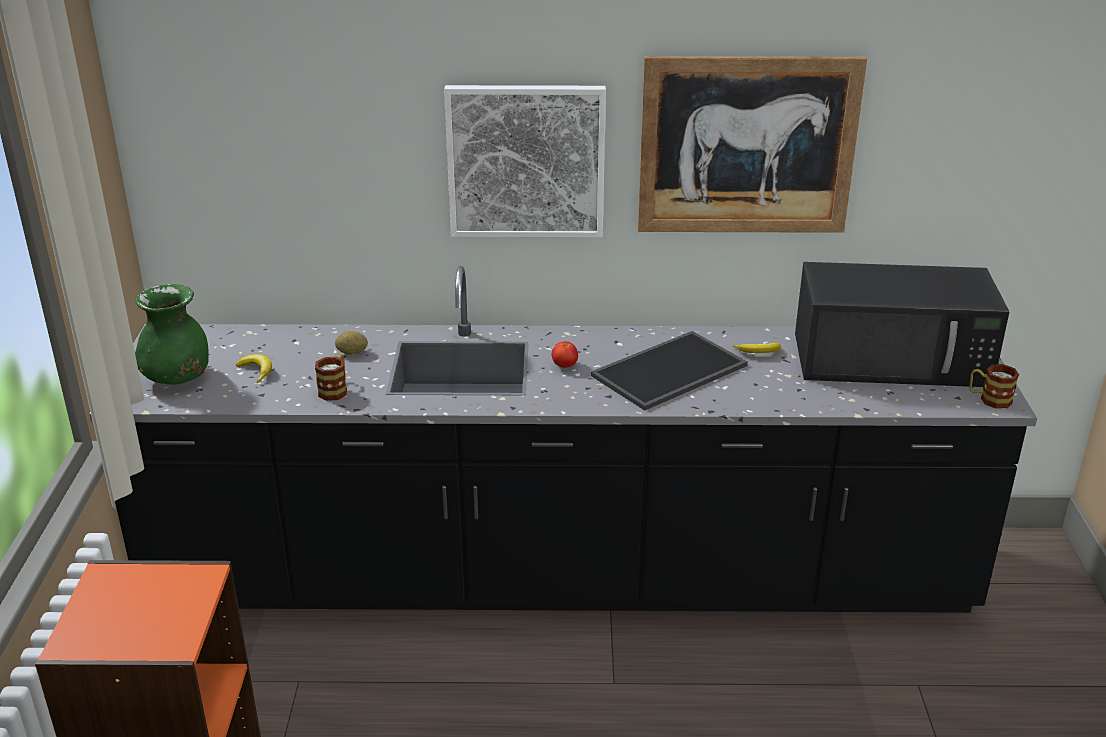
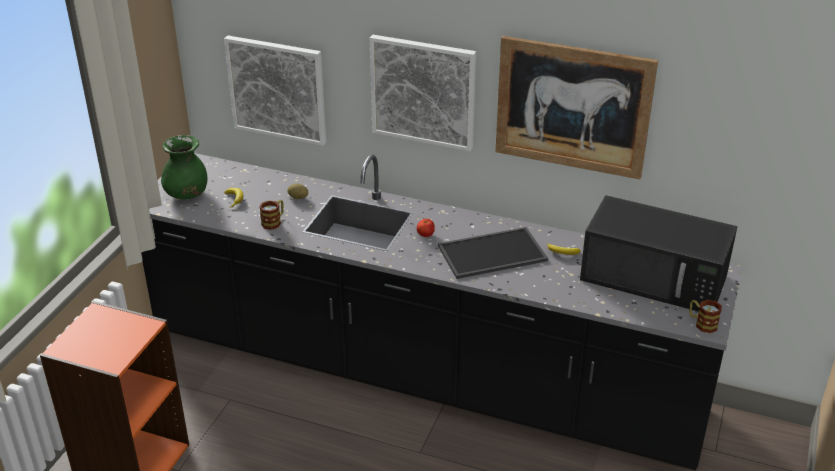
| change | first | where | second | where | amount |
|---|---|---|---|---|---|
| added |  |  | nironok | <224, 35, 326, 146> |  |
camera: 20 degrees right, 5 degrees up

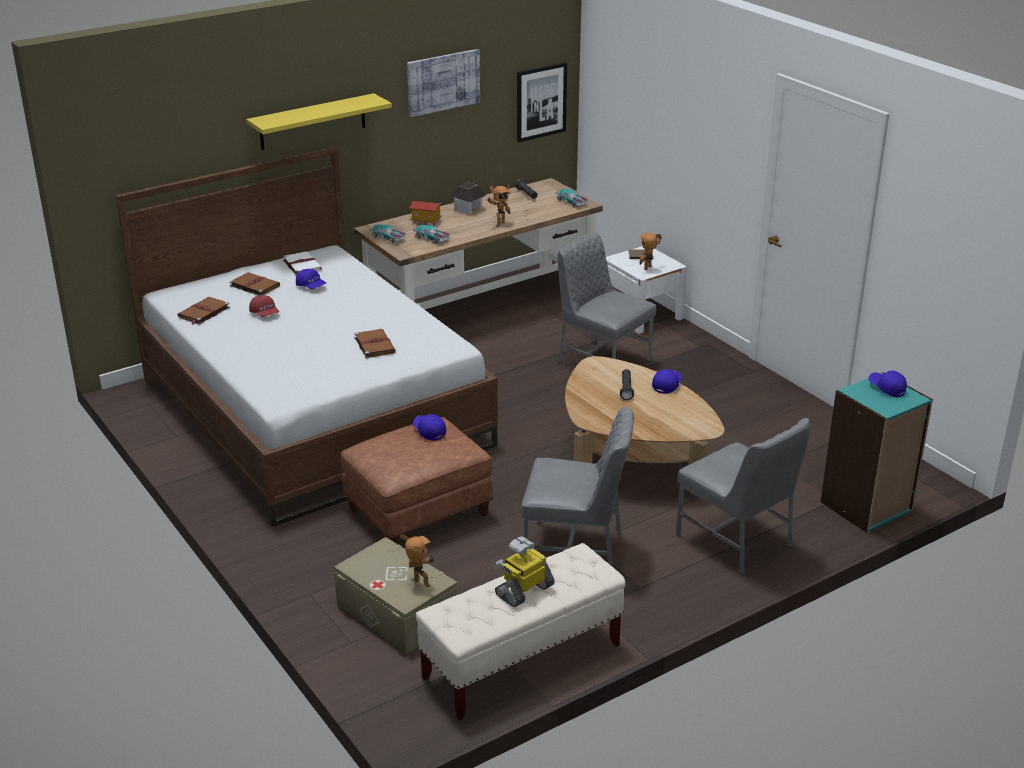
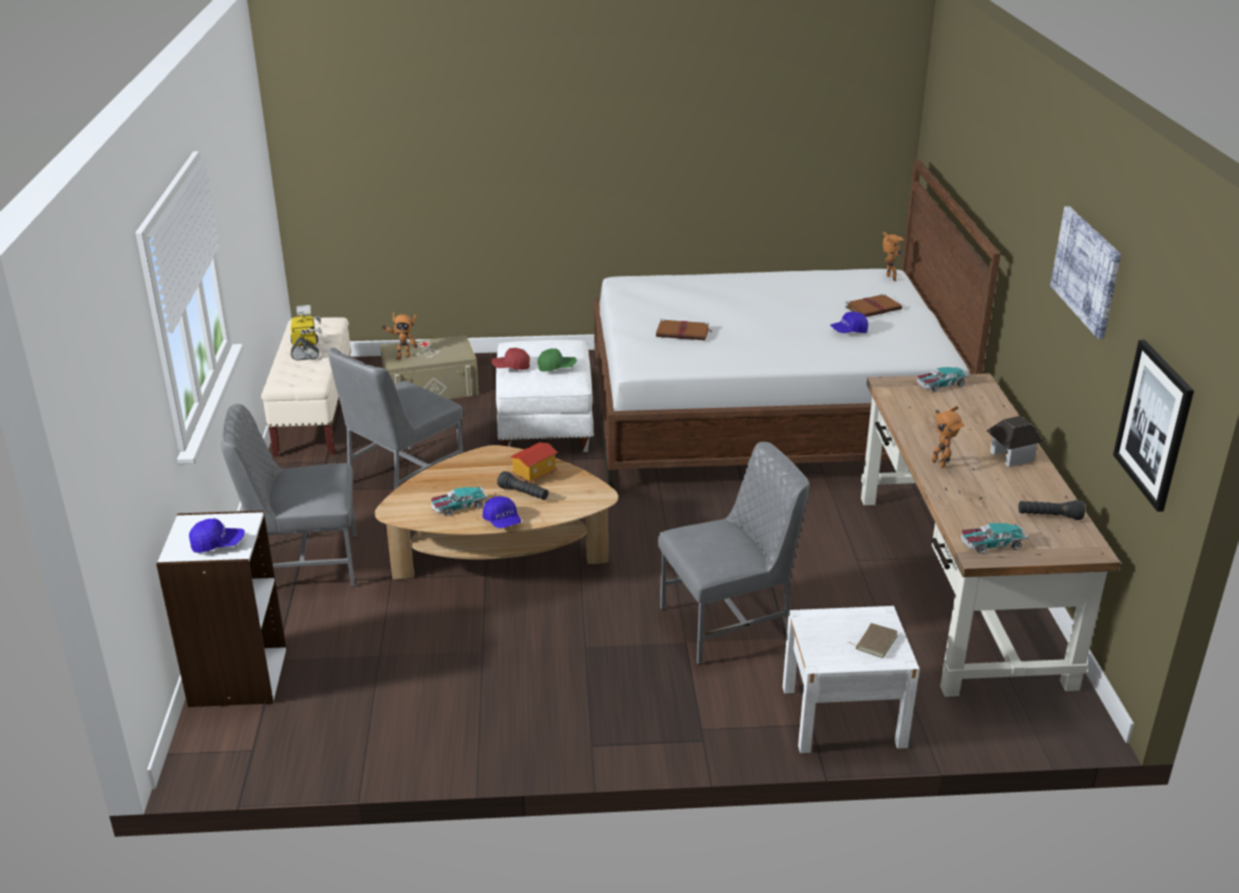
| change | first | where | second | where | amount |
|---|---|---|---|---|---|
| removed | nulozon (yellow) | <246, 93, 392, 150> |  |  |  |
| moved | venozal | <409, 201, 441, 226> |  | <510, 442, 558, 484> |  |
| moved | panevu | <413, 225, 450, 244> |  | <431, 486, 487, 516> |  |
| moved | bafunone | <639, 233, 662, 270> |  | <882, 232, 904, 281> |  |
| removed | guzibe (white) | <283, 251, 322, 276> |  |  |  |
| moved | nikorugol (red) | <249, 295, 279, 317> |  | <491, 348, 530, 370> |  |
| removed | guzibe (brown) | <177, 297, 230, 325> |  |  |  |
| recoloured | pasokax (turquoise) | <821, 372, 933, 533> | pasokax (white) | <156, 510, 287, 707> |  |
| recoloured | nikorugol (blue) | <413, 414, 446, 441> | nikorugol (green) | <538, 349, 577, 372> |  |
| recoloured | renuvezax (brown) | <341, 417, 493, 544> | renuvezax (white) | <496, 340, 594, 452> |  |
camera: 120 degrees right, 0 degrees up

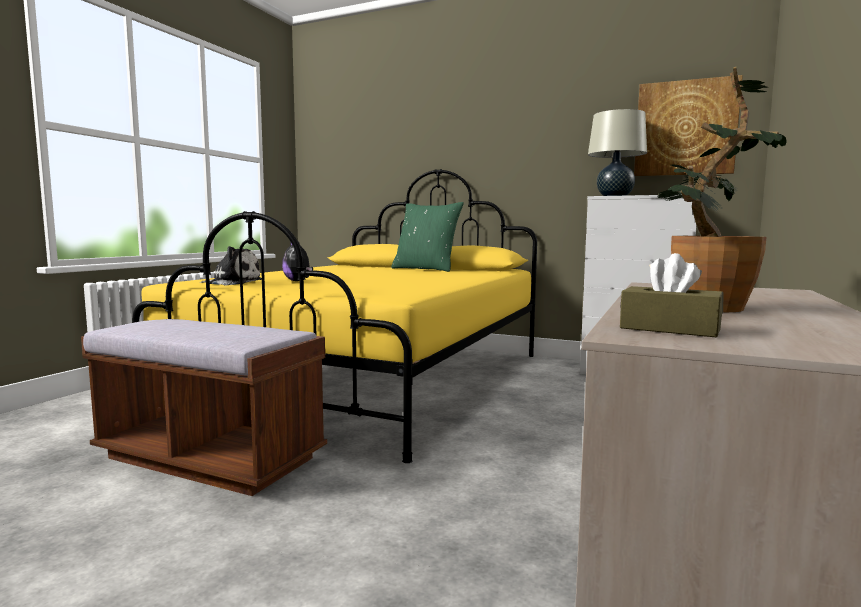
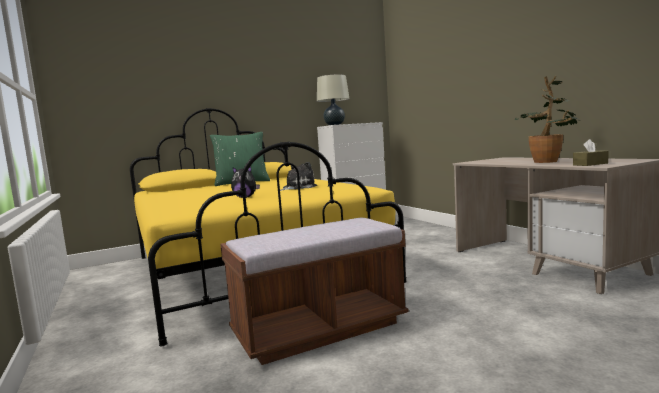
| change | first | where | second | where | amount |
|---|---|---|---|---|---|
| removed | nironok | <634, 75, 743, 176> |  |  |  |
| moved | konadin | <200, 246, 262, 285> |  | <280, 162, 317, 191> |  |
camera: 50 degrees left, 0 degrees up

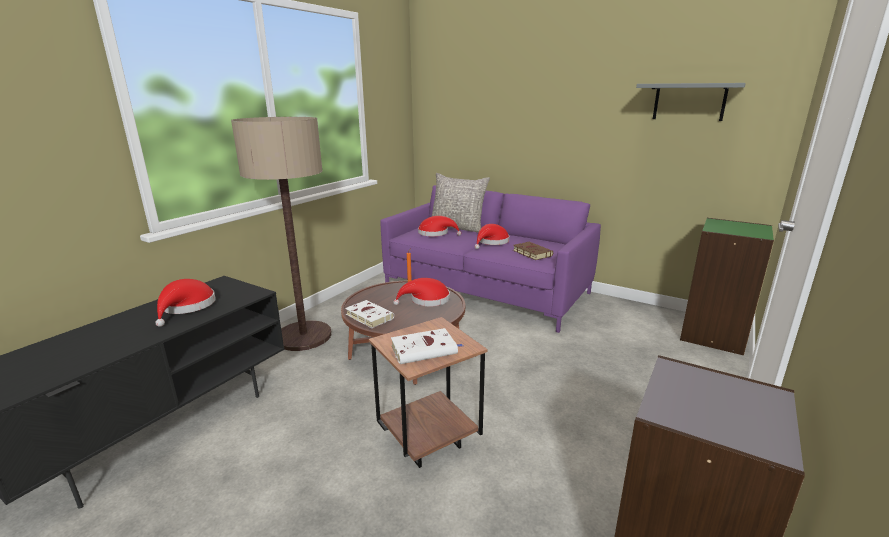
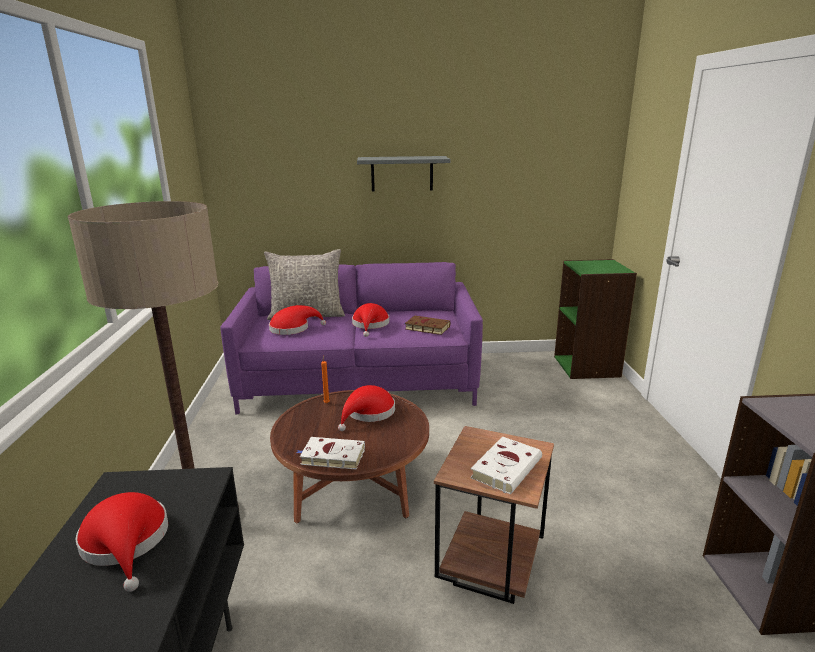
| change | first | where | second | where | amount |
|---|---|---|---|---|---|
| moved | nulozon (grey) | <636, 83, 746, 121> |  | <357, 156, 450, 192> |  |
camera: 35 degrees left, 0 degrees up

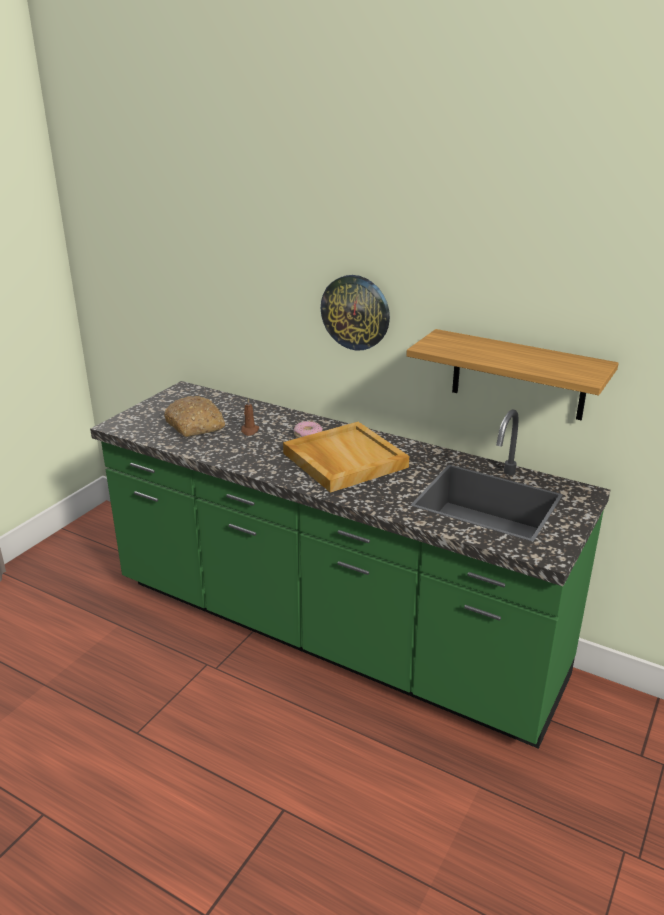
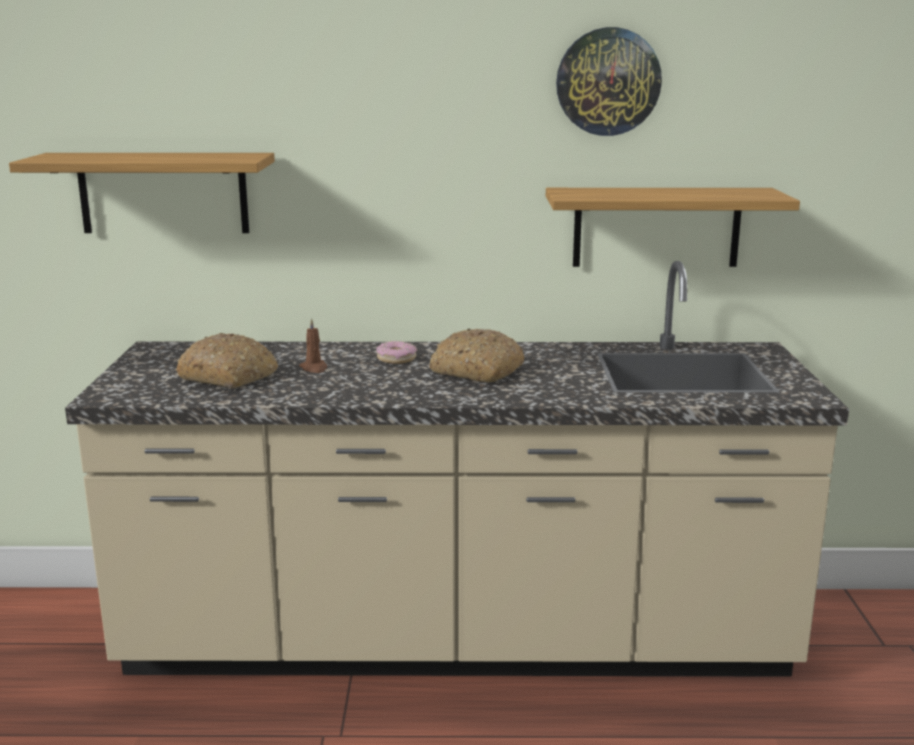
| change | first | where | second | where | amount |
|---|---|---|---|---|---|
| moved | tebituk | <321, 275, 390, 350> |  | <556, 27, 662, 136> |  |
| recoloured | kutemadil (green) | <90, 381, 610, 749> | kutemadil (beige) | <65, 261, 849, 677> |  |
| replaced | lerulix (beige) | <283, 422, 409, 493> | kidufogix | <429, 329, 525, 383> |  |
| added |  |  | nulozon | <9, 153, 275, 233> |  |
camera: 30 degrees left, 10 degrees down

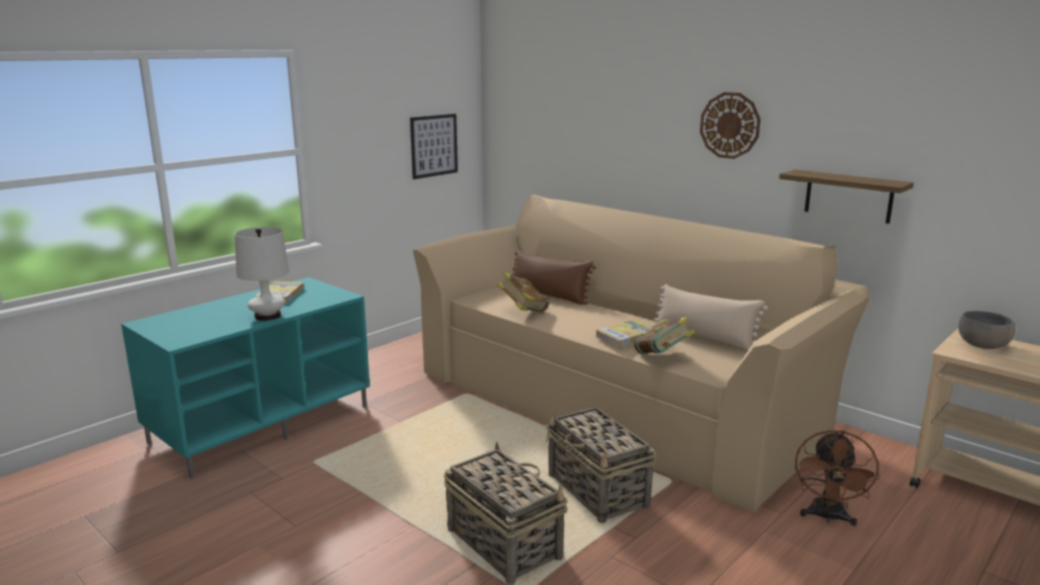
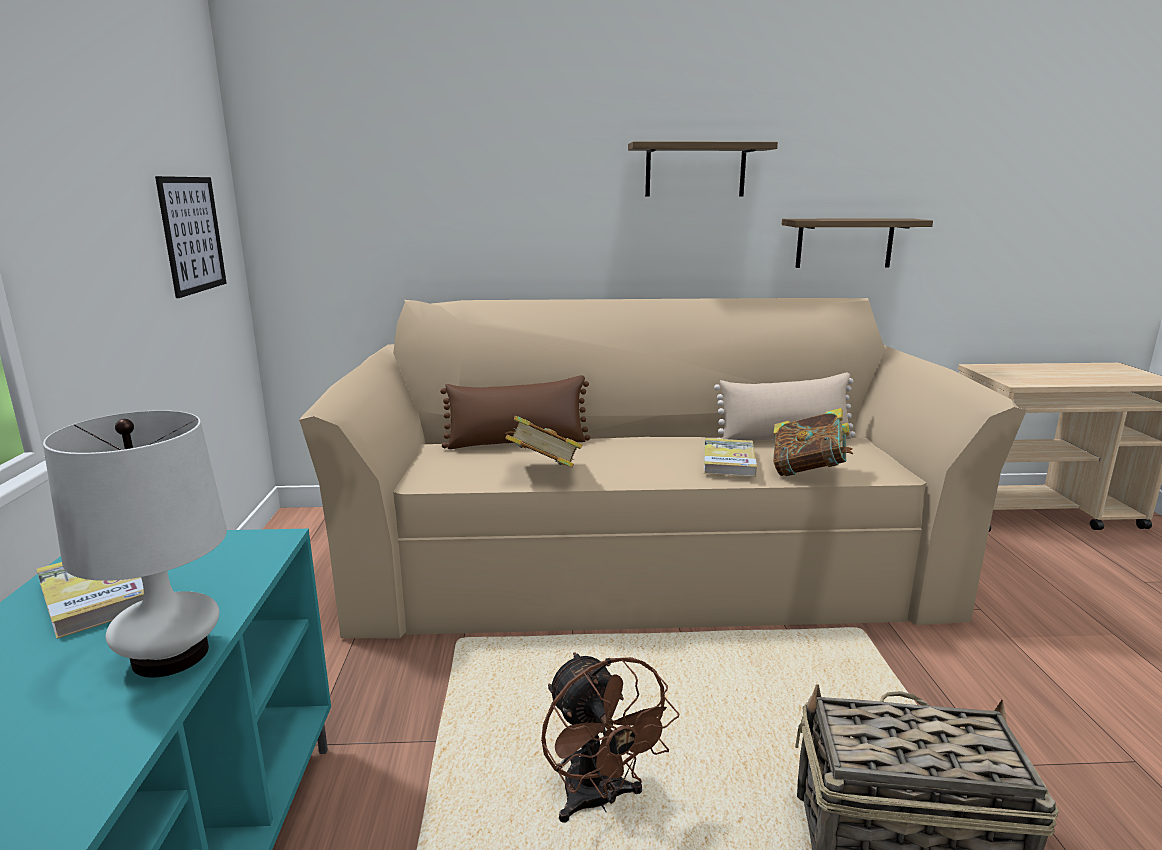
| change | first | where | second | where | amount |
|---|---|---|---|---|---|
| replaced | tebituk | <700, 92, 761, 159> | nulozon | <628, 141, 778, 196> |  |
| removed | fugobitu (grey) | <958, 311, 1016, 349> |  |  |  |
| removed | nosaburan | <546, 407, 656, 523> |  |  |  |
| moved | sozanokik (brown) | <795, 430, 880, 526> |  | <541, 653, 679, 823> |  |
camera: 45 degrees left, 0 degrees up

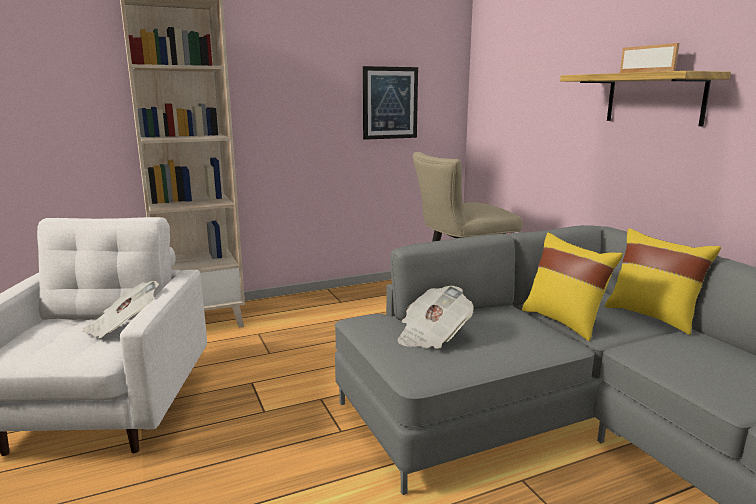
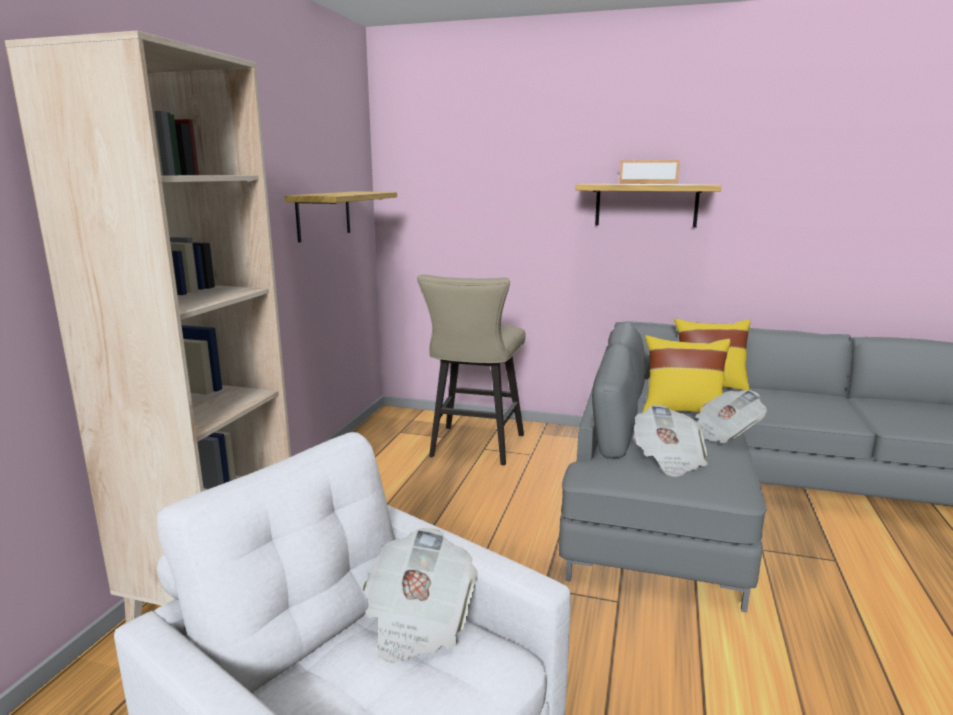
| change | first | where | second | where | amount |
|---|---|---|---|---|---|
| replaced | nironok | <363, 66, 418, 140> | nulozon | <285, 191, 397, 242> |  |
| added |  |  | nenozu | <695, 390, 767, 443> |  |
camera: 50 degrees left, 0 degrees up

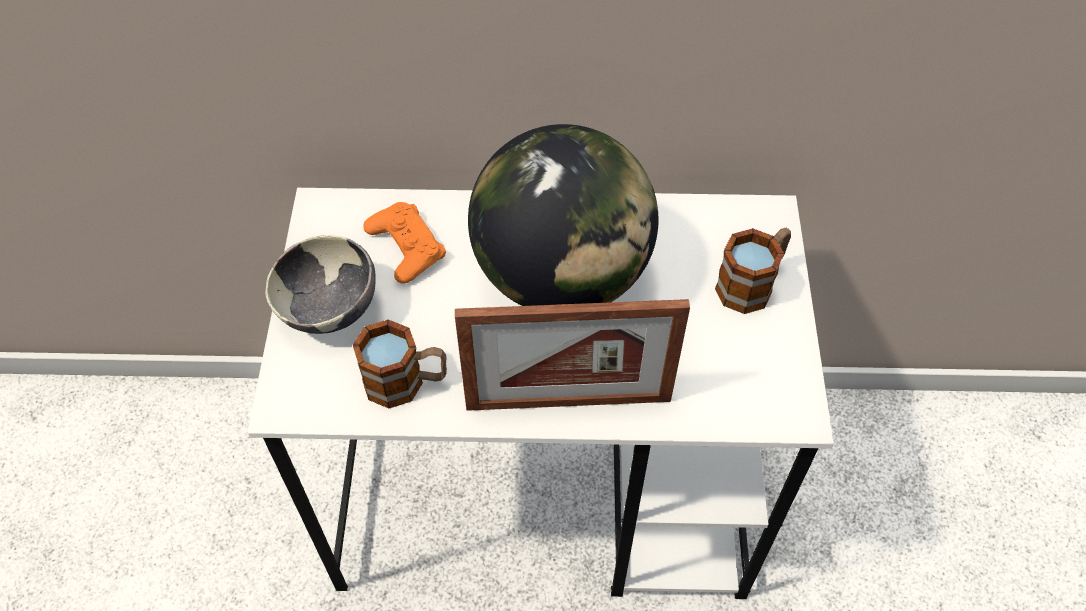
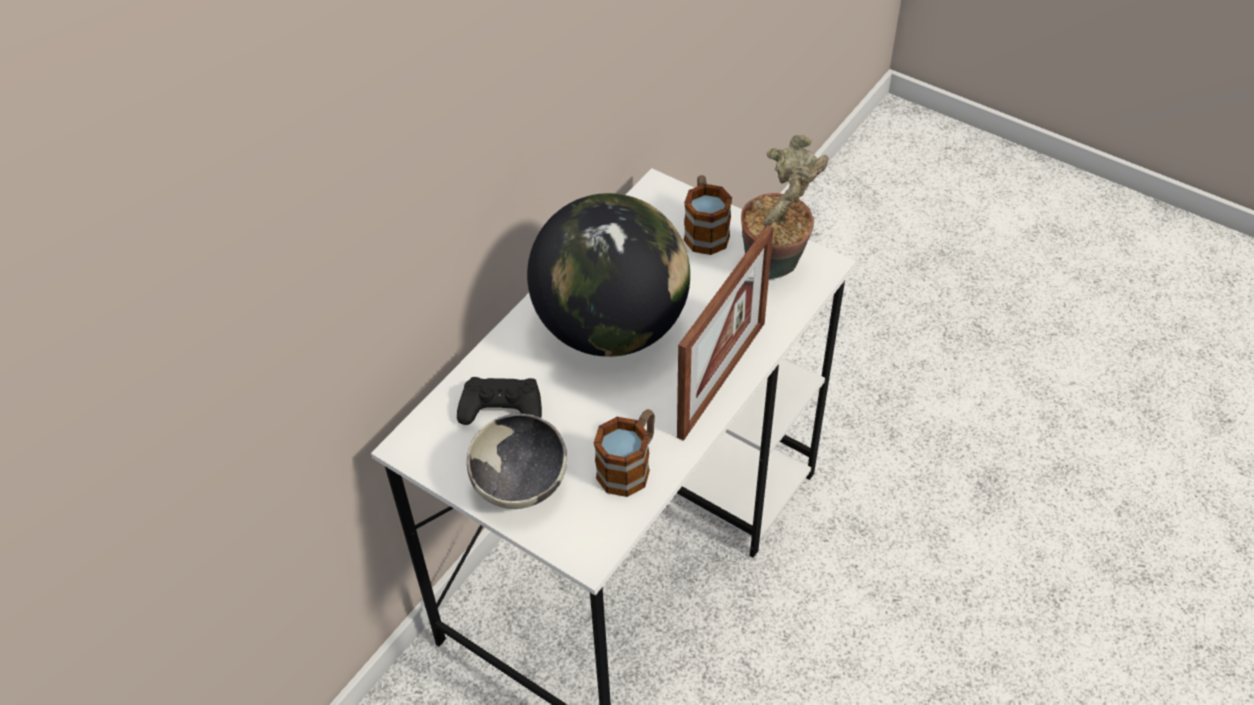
| change | first | where | second | where | amount |
|---|---|---|---|---|---|
| recoloured | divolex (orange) | <363, 202, 446, 284> | divolex (black) | <457, 377, 542, 425> |  |
| added |  |  | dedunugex | <741, 135, 828, 279> |  |
camera: 55 degrees left, 5 degrees down

